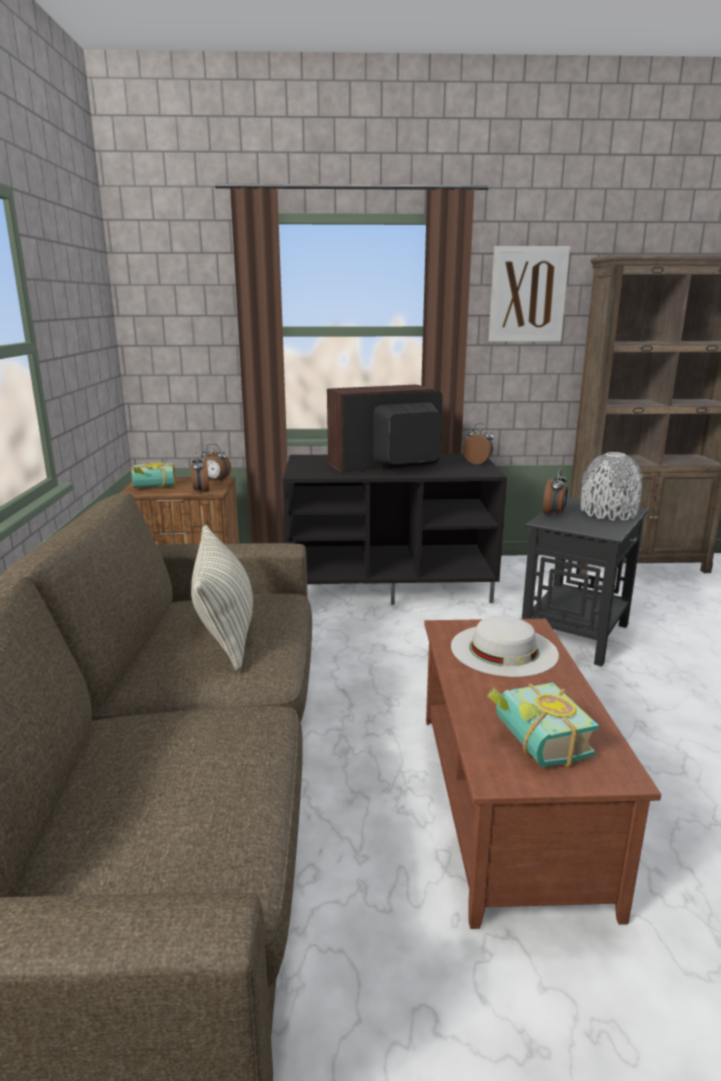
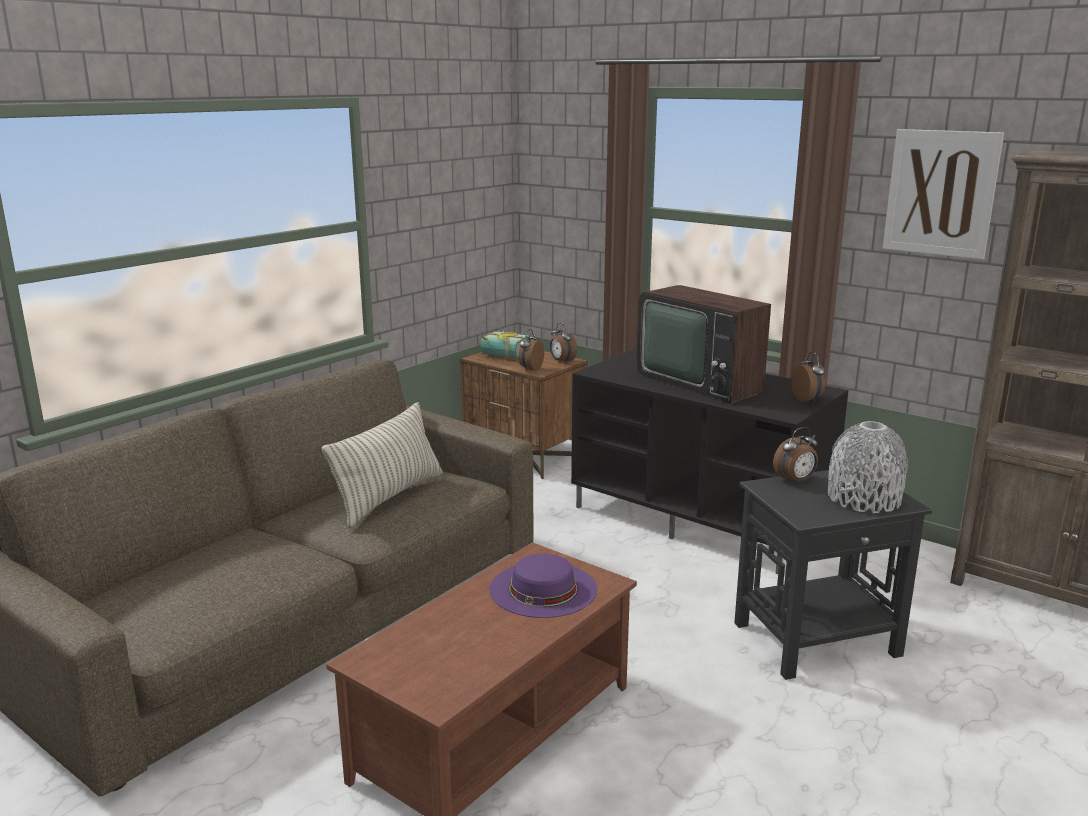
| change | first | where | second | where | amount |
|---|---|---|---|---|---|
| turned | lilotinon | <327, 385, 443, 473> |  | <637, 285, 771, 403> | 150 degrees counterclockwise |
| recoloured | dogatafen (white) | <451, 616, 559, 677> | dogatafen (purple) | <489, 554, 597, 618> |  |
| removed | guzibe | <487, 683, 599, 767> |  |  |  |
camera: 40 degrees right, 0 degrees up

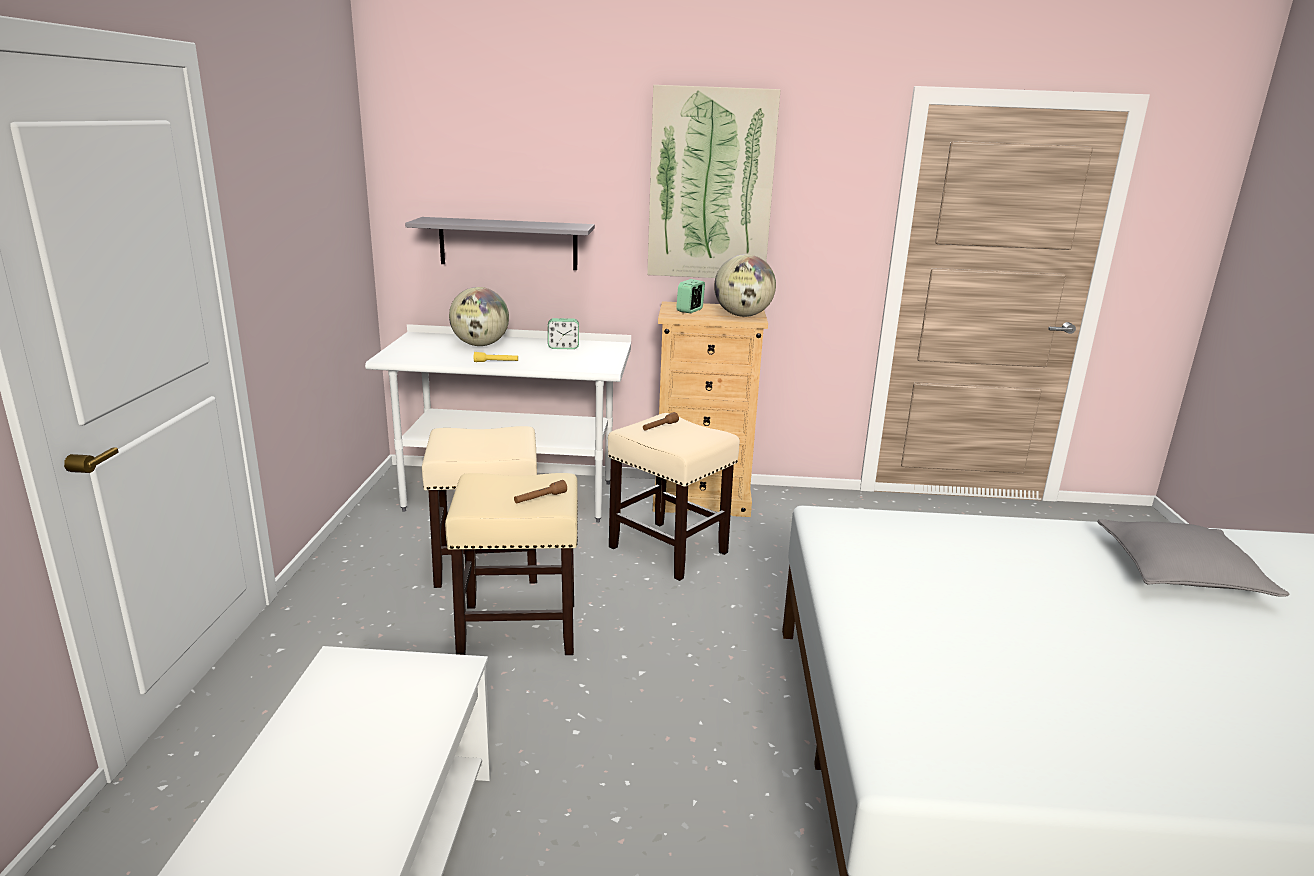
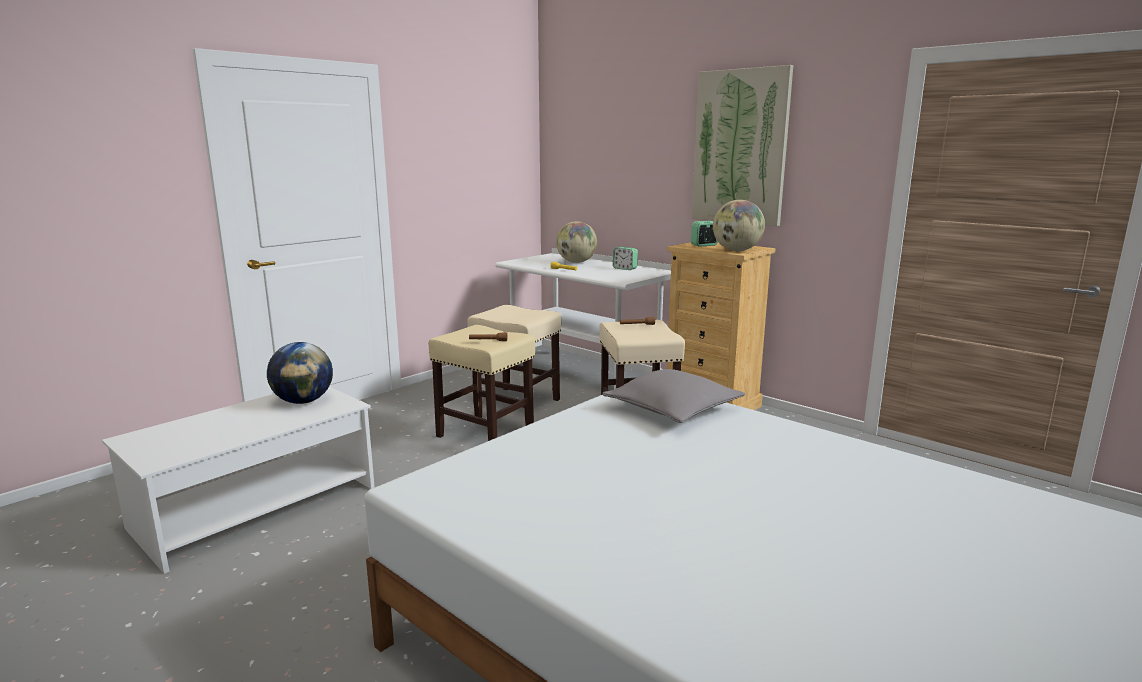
| change | first | where | second | where | amount |
|---|---|---|---|---|---|
| removed | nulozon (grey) | <405, 217, 595, 270> |  |  |  |
| moved | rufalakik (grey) | <1097, 519, 1290, 597> |  | <602, 369, 746, 423> |  |
| added |  |  | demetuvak | <267, 342, 333, 404> |  |
camera: 40 degrees right, 5 degrees down

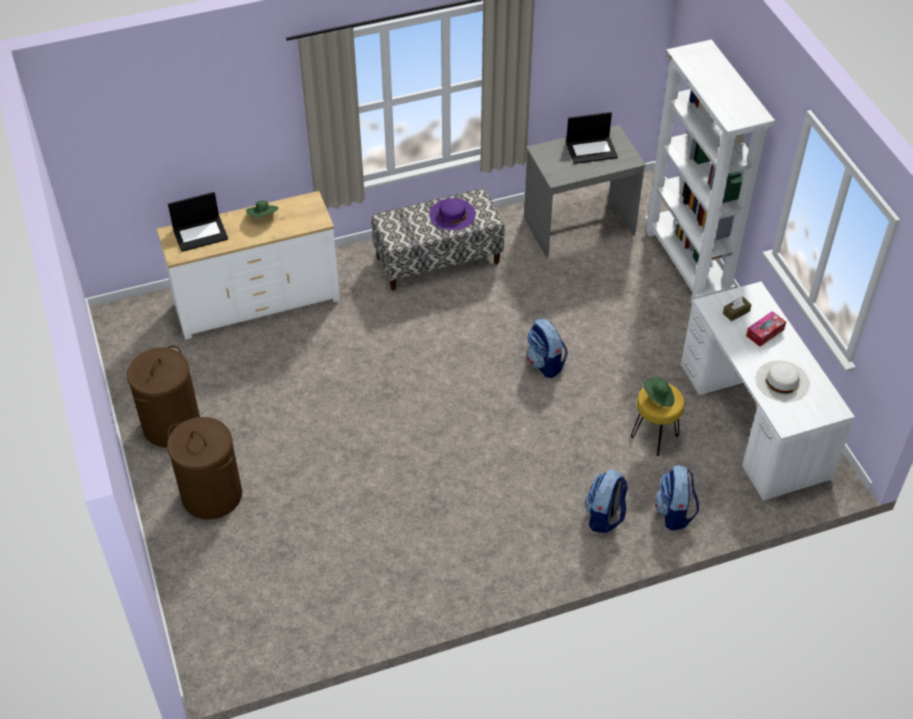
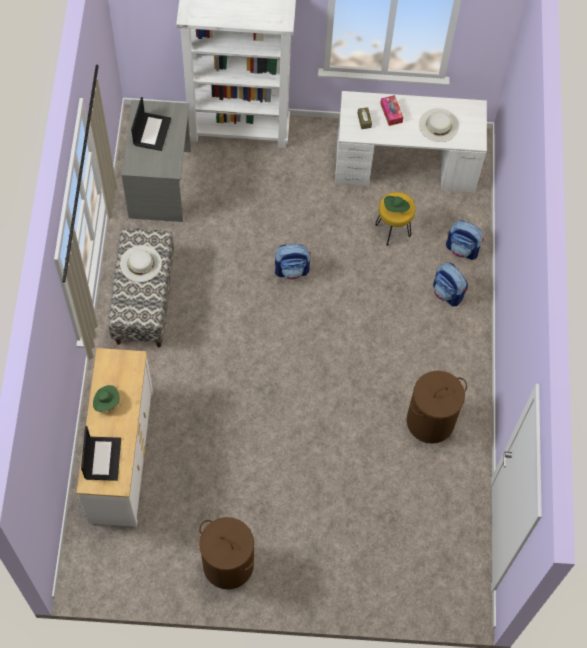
| change | first | where | second | where | amount |
|---|---|---|---|---|---|
| recoloured | dogatafen (purple) | <429, 198, 476, 230> | dogatafen (white) | <120, 245, 162, 282> |  |
| moved | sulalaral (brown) | <167, 417, 242, 520> |  | <407, 370, 467, 444> |  |
camera: 70 degrees left, 15 degrees up

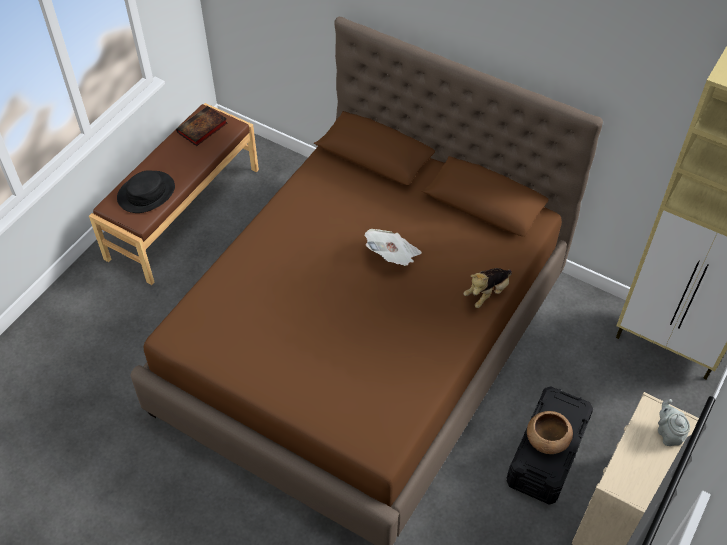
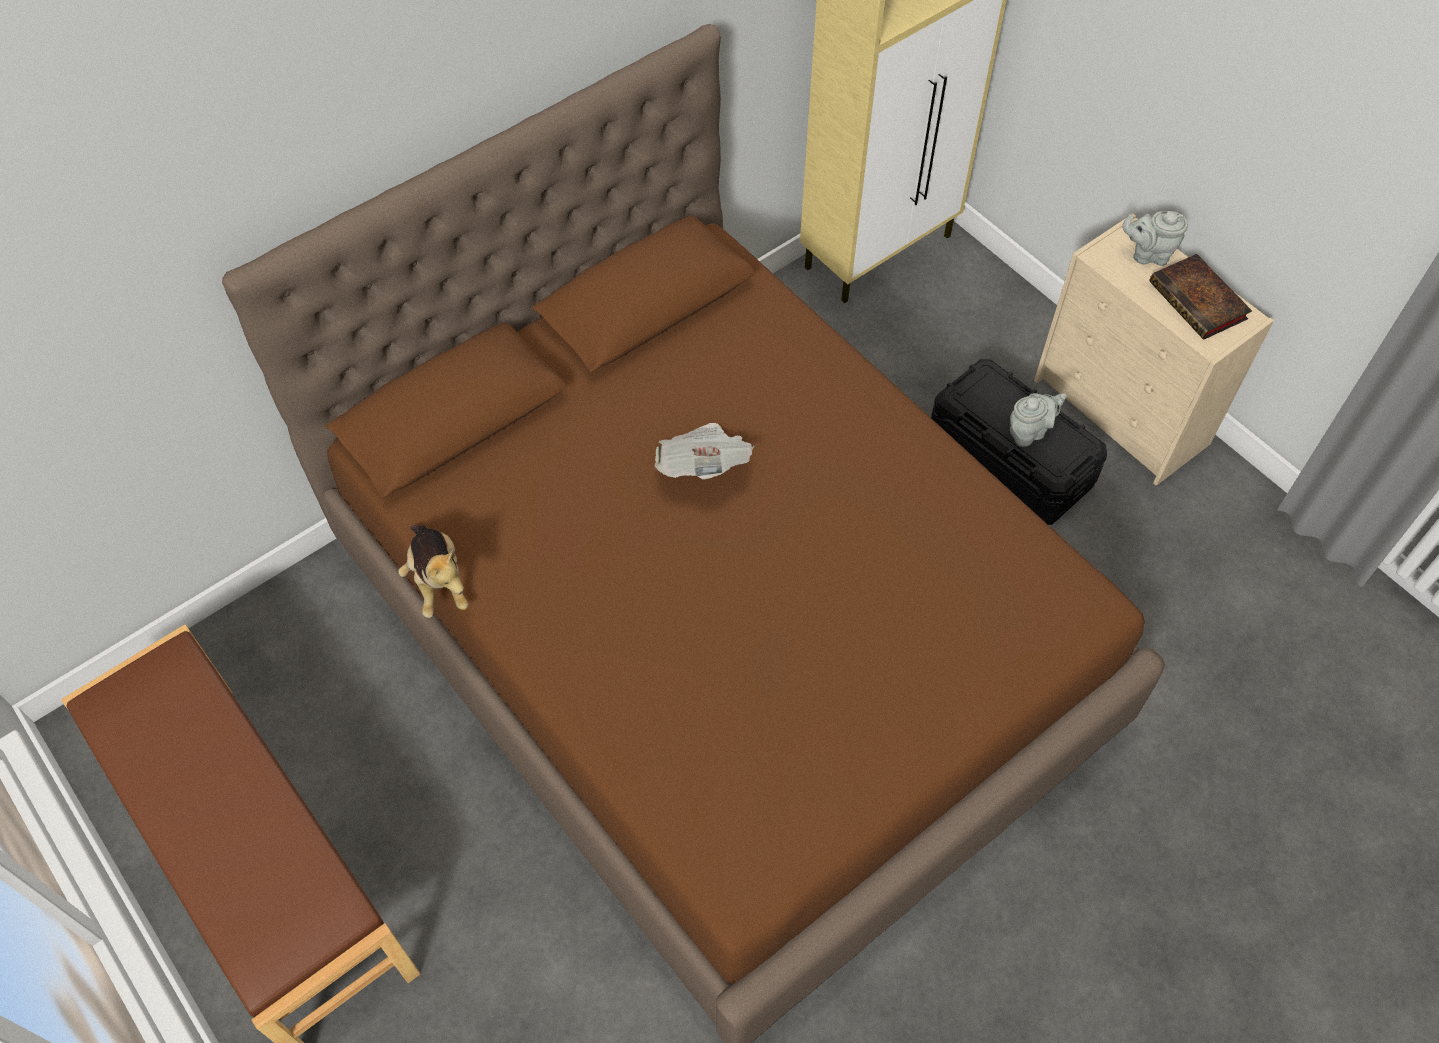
| change | first | where | second | where | amount |
|---|---|---|---|---|---|
| moved | guzibe | <176, 106, 227, 146> |  | <1149, 254, 1252, 340> |  |
| removed | dogatafen (black) | <117, 170, 175, 213> |  |  |  |
| moved | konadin | <464, 268, 512, 308> |  | <398, 525, 468, 618> |  |
| replaced | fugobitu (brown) | <527, 411, 573, 454> | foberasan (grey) | <1010, 393, 1067, 447> |  |
camera: 70 degrees left, 5 degrees up

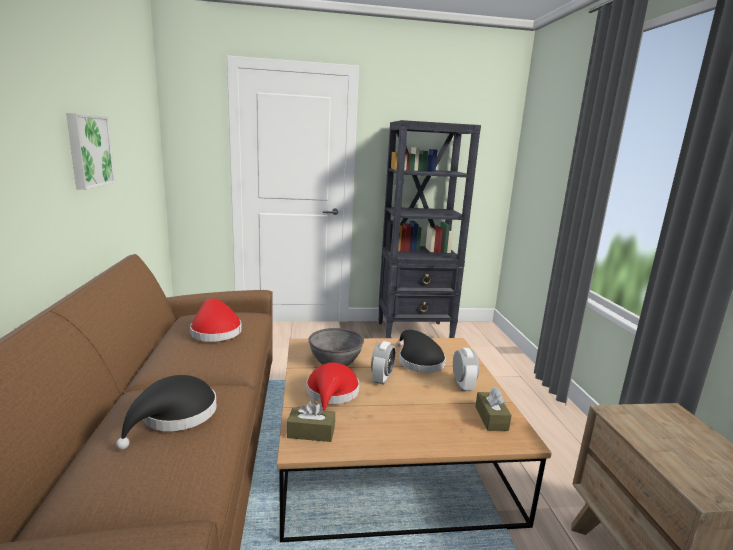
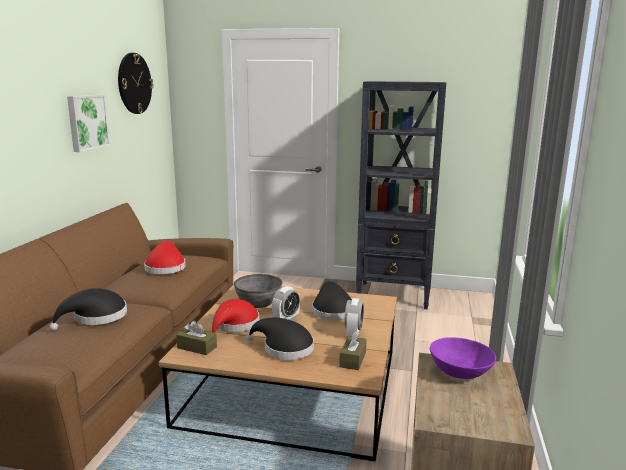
| change | first | where | second | where | amount |
|---|---|---|---|---|---|
| added |  |  | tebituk | <118, 53, 153, 114> |  |
| added |  |  | dogatafen (black) | <246, 318, 314, 360> |  |
| added |  |  | fugobitu (purple) | <430, 337, 496, 379> |  |
camera: 20 degrees right, 0 degrees up

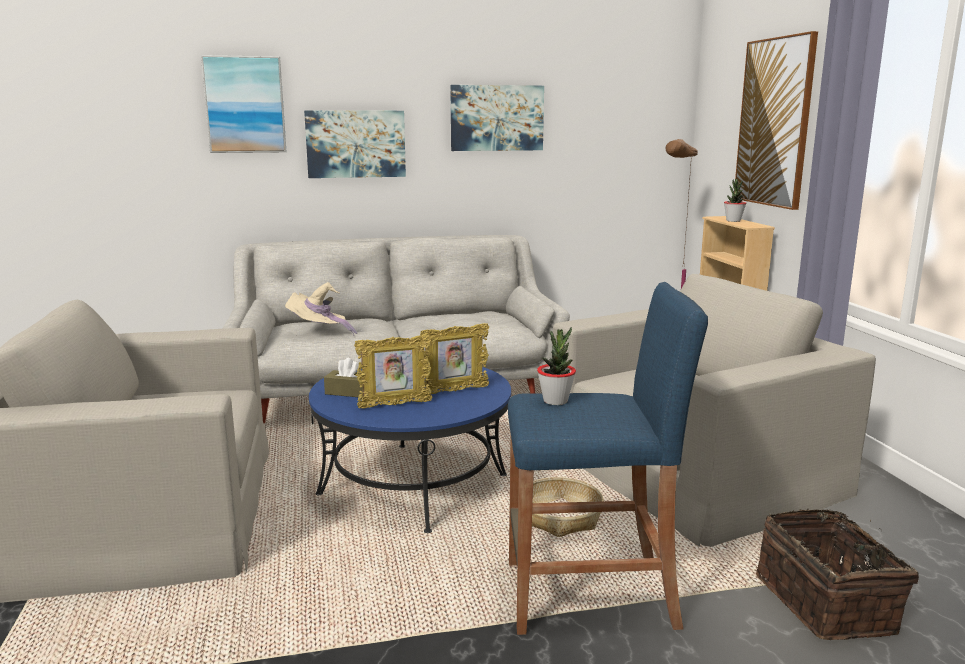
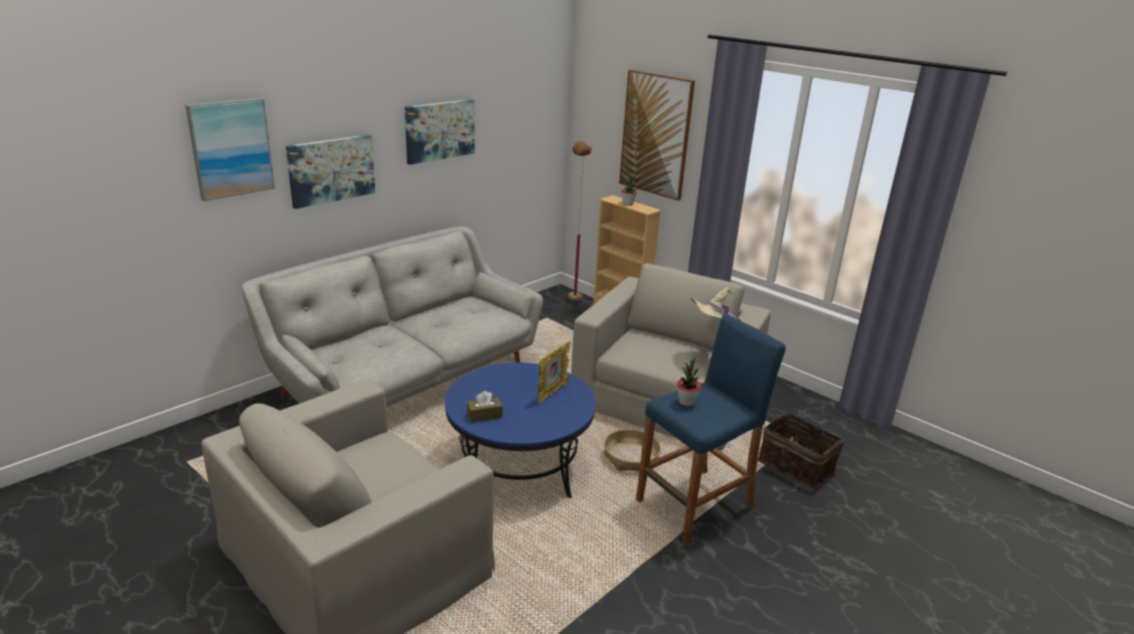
| change | first | where | second | where | amount |
|---|---|---|---|---|---|
| moved | dogatafen (beige) | <285, 282, 357, 336> |  | <691, 286, 741, 321> |  |
| removed | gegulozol | <354, 335, 432, 408> |  |  |  |
camera: 35 degrees left, 10 degrees up

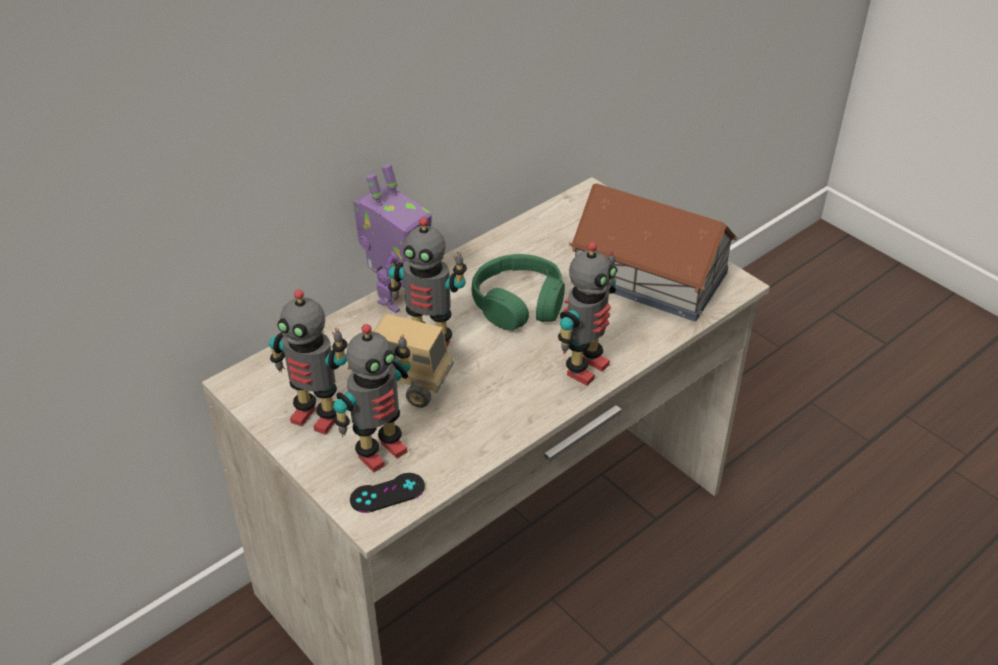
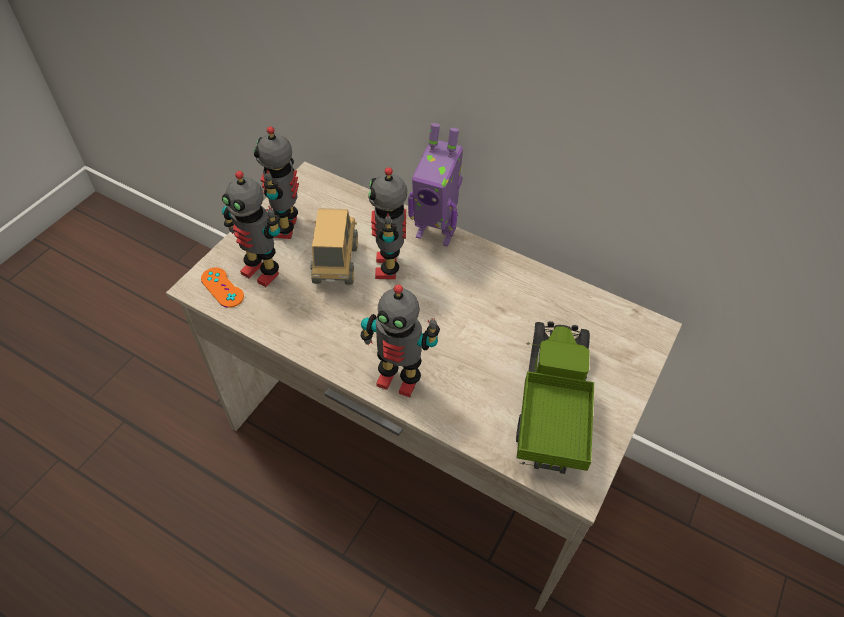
| change | first | where | second | where | amount |
|---|---|---|---|---|---|
| replaced | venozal | <569, 184, 738, 322> | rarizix | <516, 321, 594, 474> |  |
| removed | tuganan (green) | <471, 254, 565, 331> |  |  |  |
| recoloured | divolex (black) | <350, 473, 425, 513> | divolex (orange) | <201, 268, 244, 308> |  |
camera: 70 degrees right, 10 degrees up

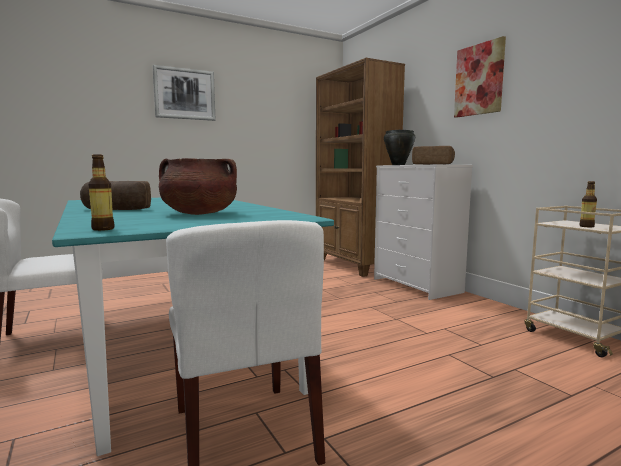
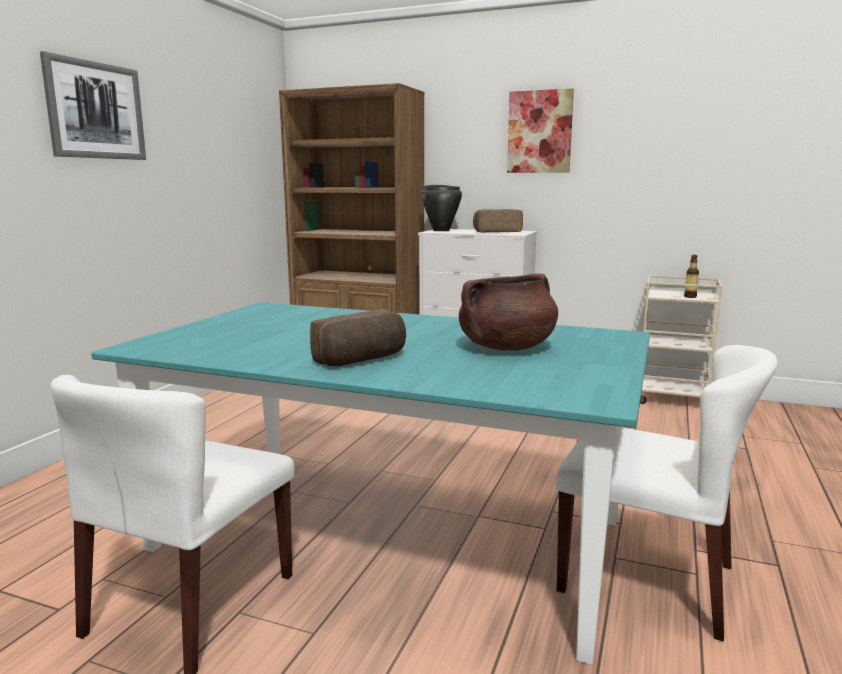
| change | first | where | second | where | amount |
|---|---|---|---|---|---|
| removed | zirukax | <88, 154, 115, 231> |  |  |  |
camera: 40 degrees left, 5 degrees up

